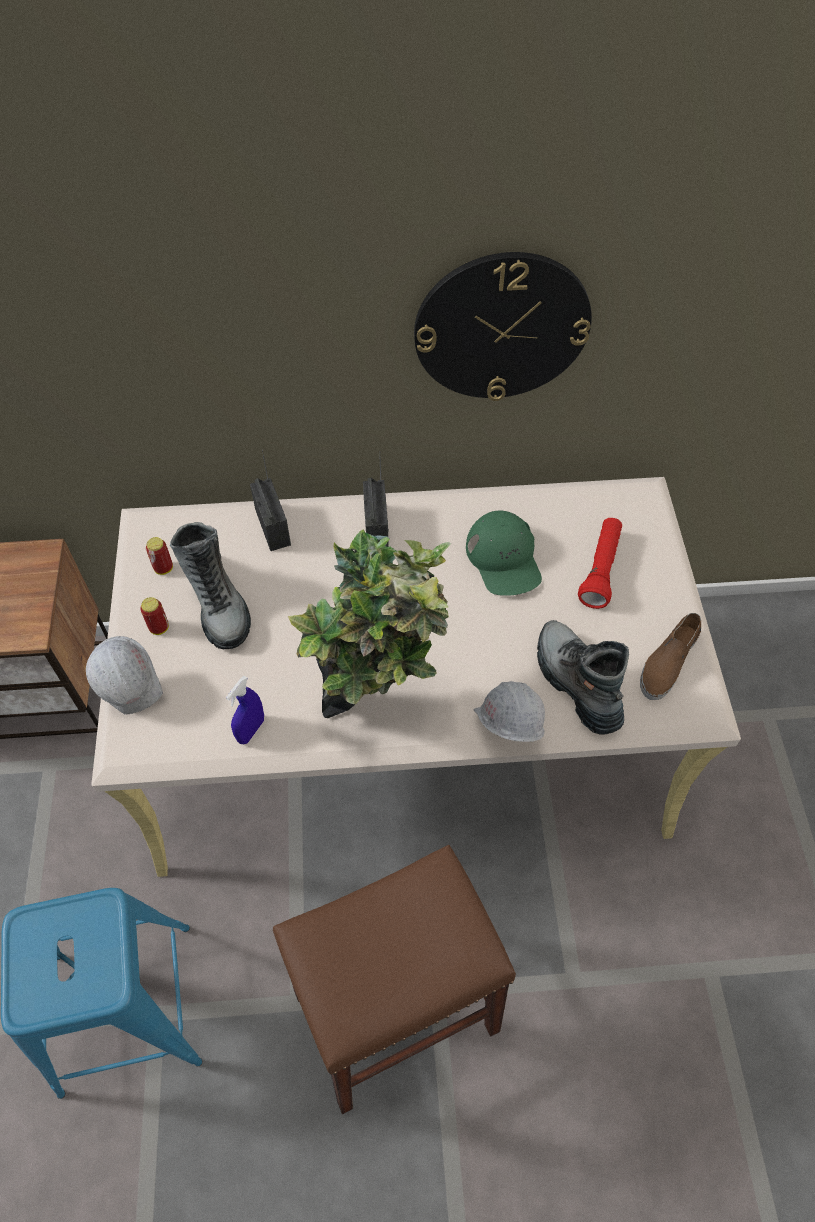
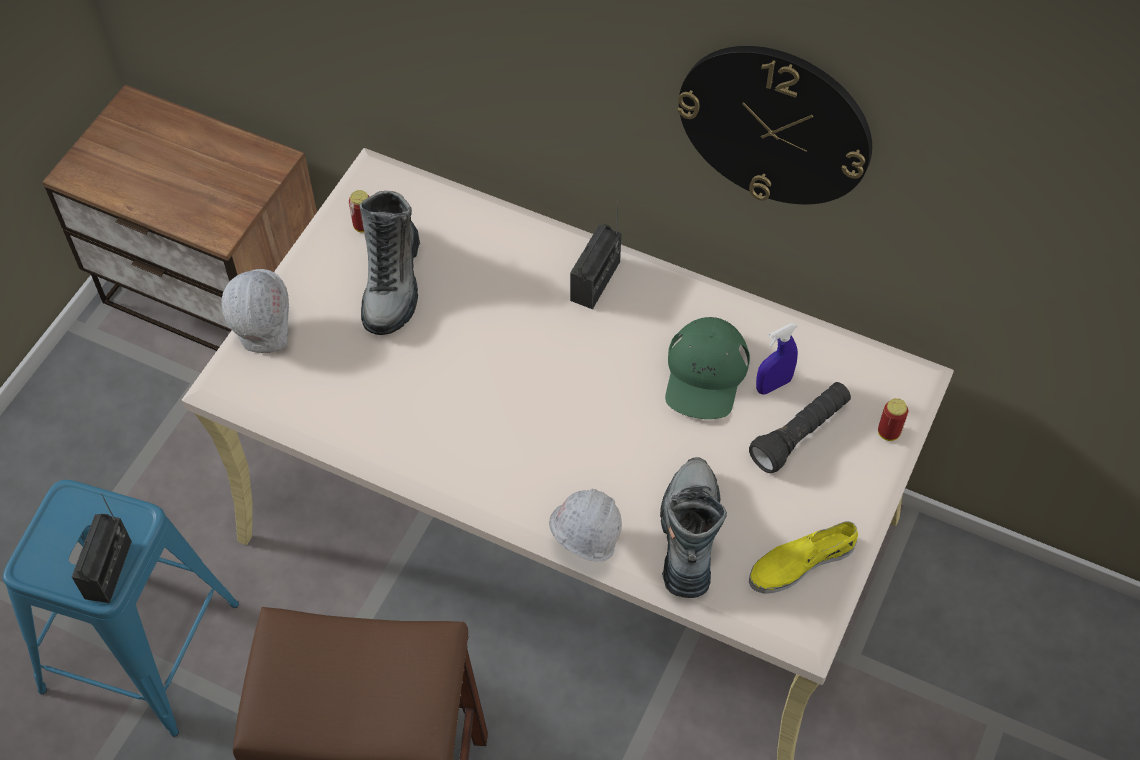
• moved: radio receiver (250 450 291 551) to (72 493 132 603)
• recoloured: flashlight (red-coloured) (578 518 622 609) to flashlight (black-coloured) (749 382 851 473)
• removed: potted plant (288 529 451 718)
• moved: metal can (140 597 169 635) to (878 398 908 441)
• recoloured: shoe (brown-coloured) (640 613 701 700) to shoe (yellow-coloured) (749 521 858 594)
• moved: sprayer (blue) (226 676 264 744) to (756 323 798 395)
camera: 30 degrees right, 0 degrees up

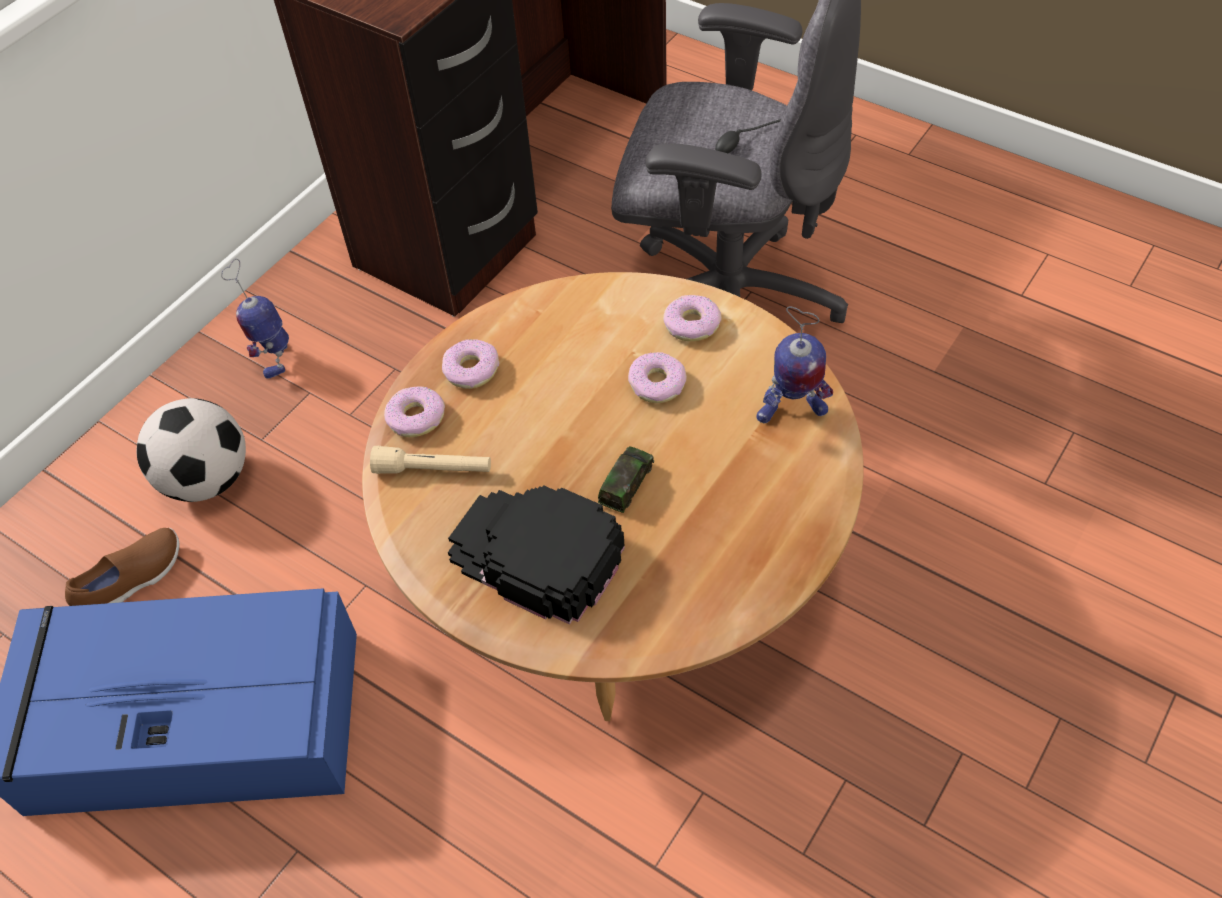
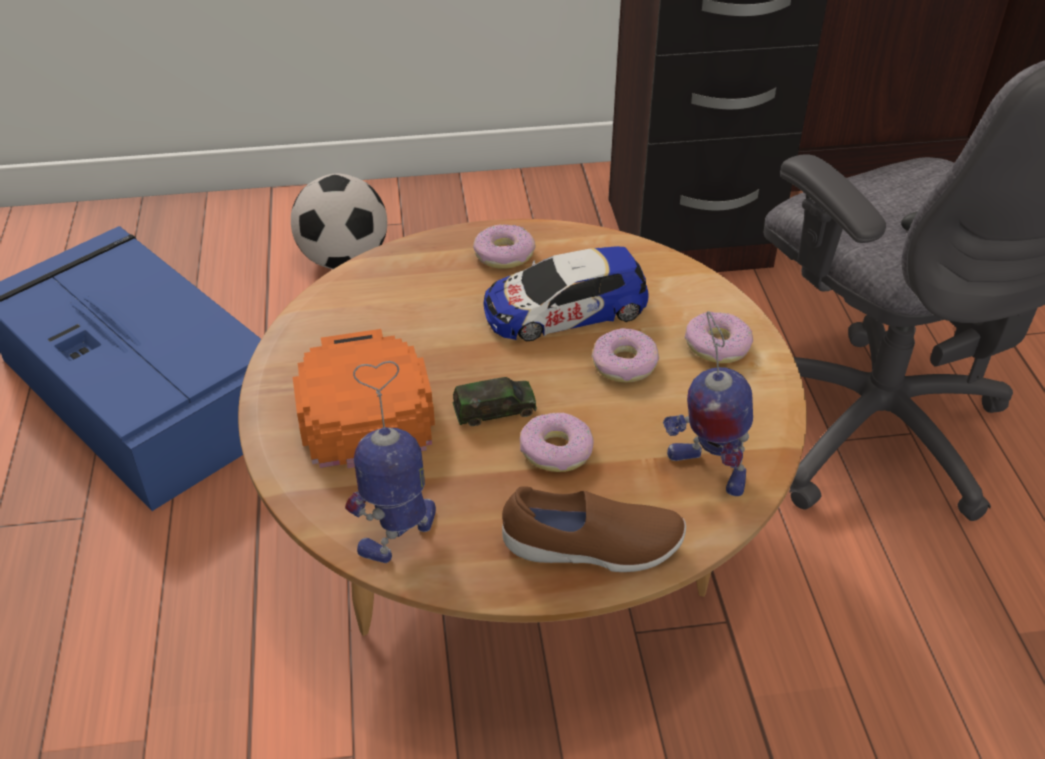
• moved: toy robot (221 259 289 379) to (345 361 436 563)
• moved: donut (384 386 445 437) to (520 413 594 472)
• removed: flashlight (beige-coloured) (370 446 491 474)
• recoloured: cap (black-coloured) (448 485 625 625) to cap (orange) (293 329 435 468)
• moved: shoe (brown-coloured) (65 528 179 606) to (502 486 686 572)
• added: toy car (483 246 649 341)
camera: 45 degrees right, 10 degrees down

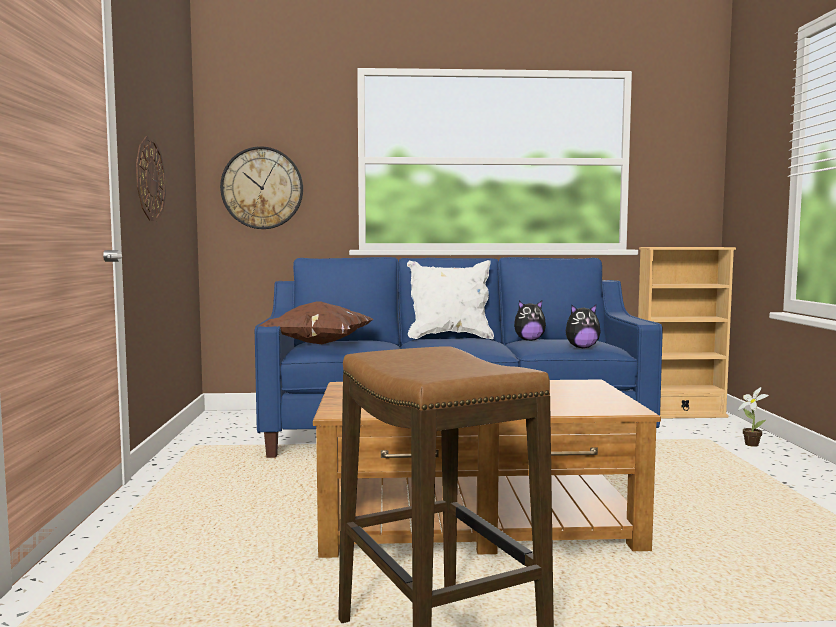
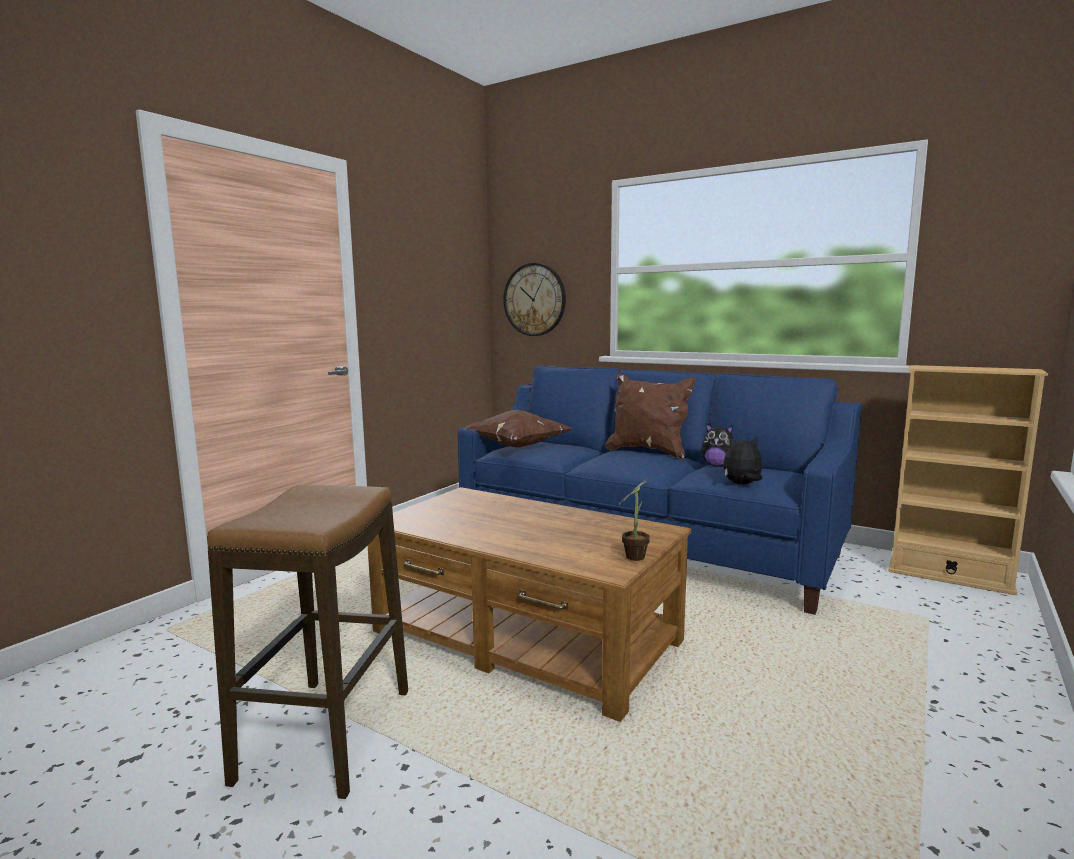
• removed: wall clock (136 136 166 221)
• recoloured: pillow (white) (407 260 494 339) to pillow (brown-coloured) (605 374 696 459)
• turned: cuddly toy (566 305 601 348) = (723 436 762 484) 150 degrees clockwise
• moved: potted plant (738 387 769 447) to (620 472 656 561)
camera: 35 degrees right, 5 degrees up

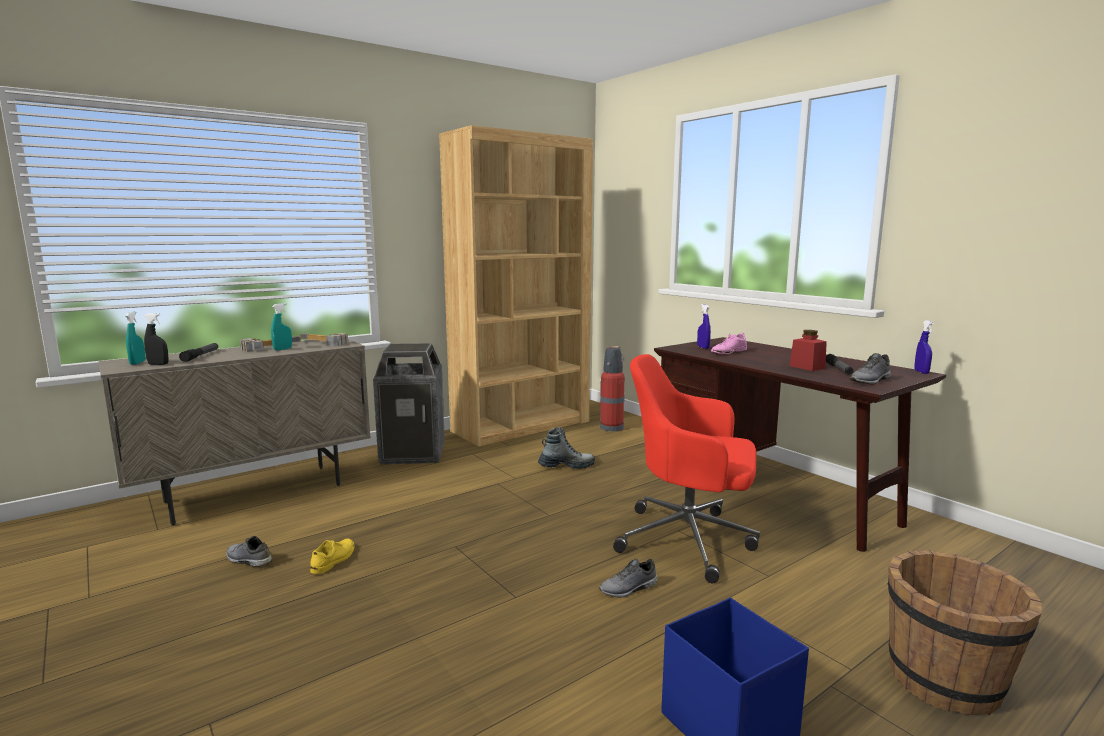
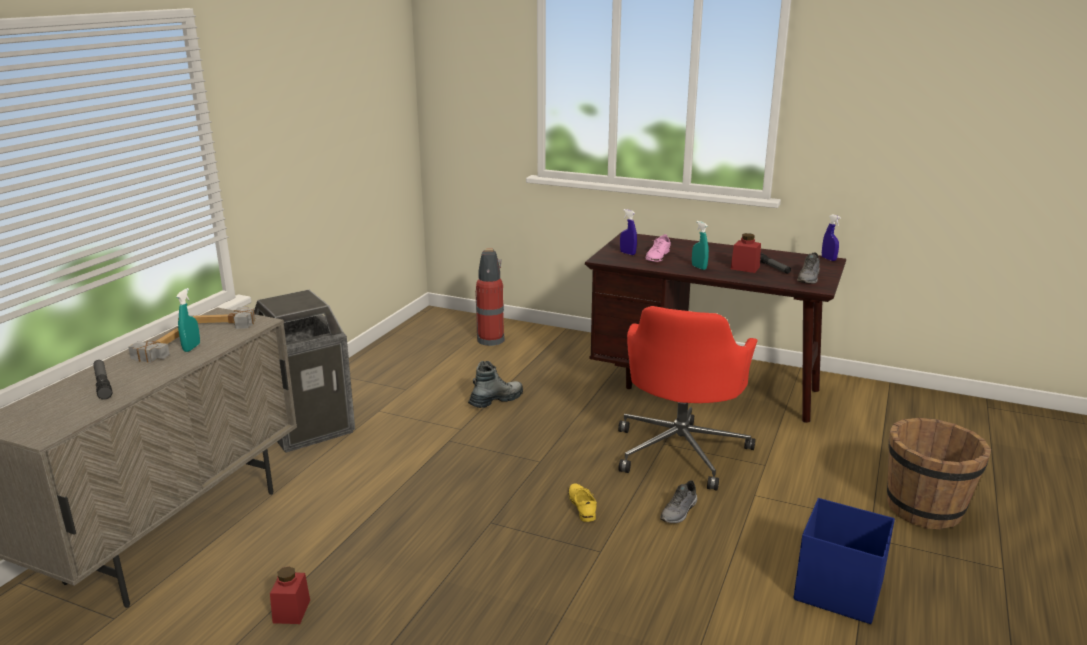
• removed: shelving unit (brown-coloured) (439 125 593 446)
• moved: sprayer (blue-green) (125 311 145 365) to (692 221 709 270)
• removed: sprayer (black-coloured) (144 313 169 365)
• turned: desk chair (red-coloured) (613 354 760 583) = (618 306 758 491) 60 degrees counterclockwise
• replaced: shoe (greyish) (226 536 272 567) to jar (red-coloured) (270 567 310 624)
• moved: shoe (yellow-coloured) (310 539 354 574) to (568 483 597 522)
camera: 30 degrees left, 10 degrees up

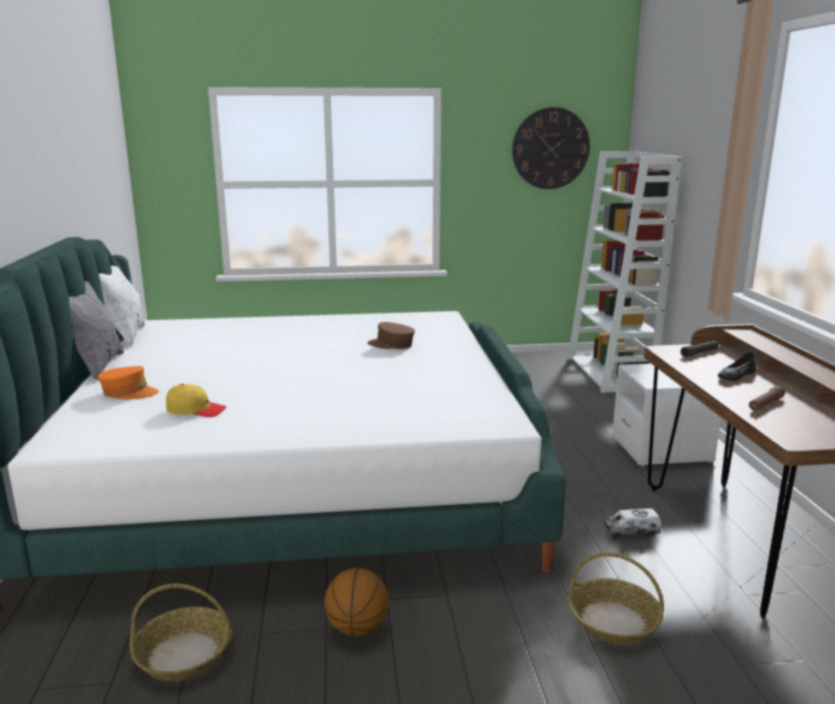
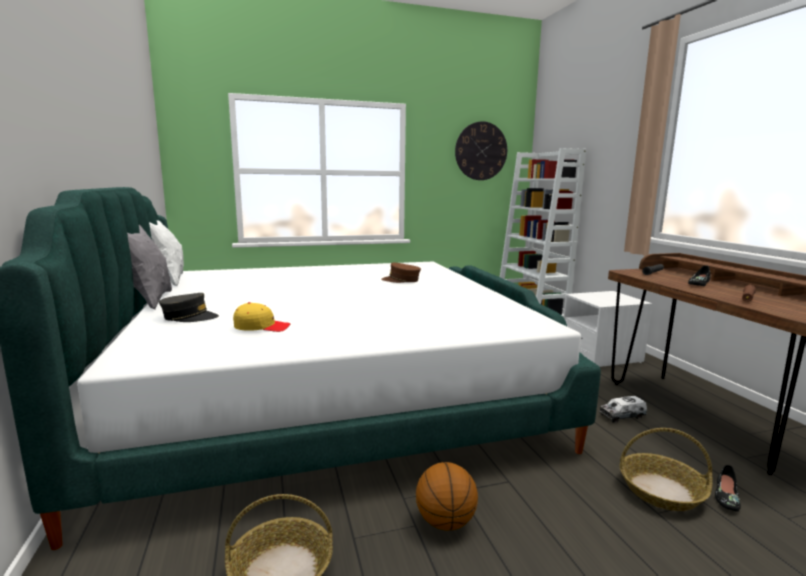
• recoloured: cap (orange) (98 366 159 400) to cap (greyish) (159 293 219 322)
• added: shoe (black-coloured) (715 465 741 512)
camera: 10 degrees left, 5 degrees down

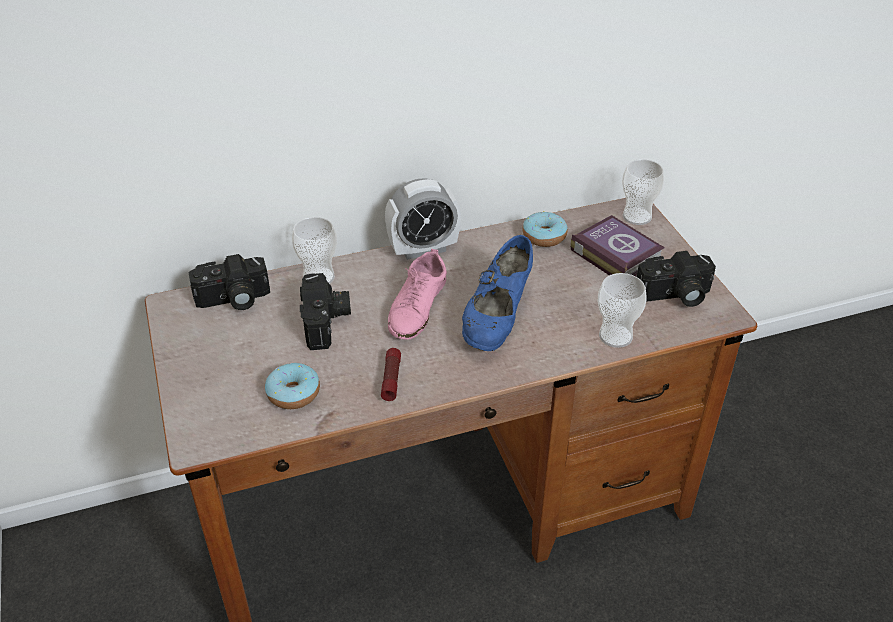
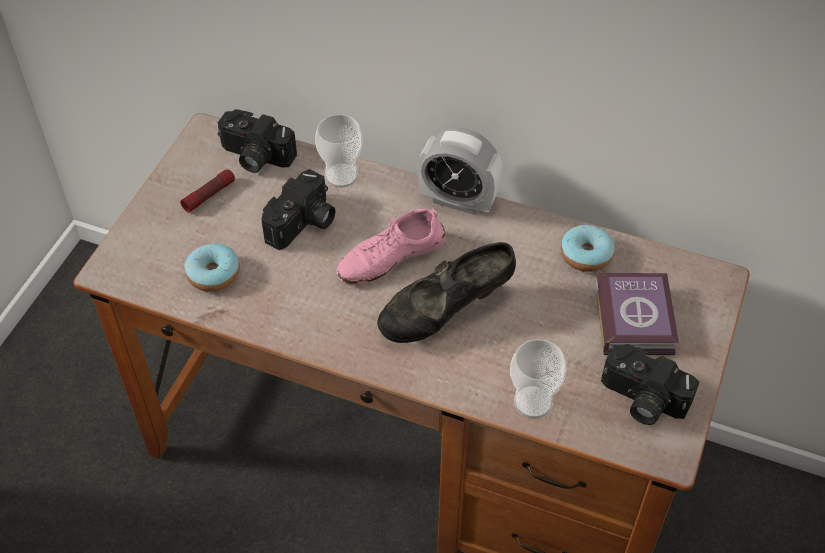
• removed: small cup (622 159 664 225)
• recoloured: shoe (blue) (462 235 533 351) to shoe (black-coloured) (377 242 516 343)
• moved: flashlight (381 348 401 401) to (180 169 235 213)
camera: 40 degrees right, 10 degrees up

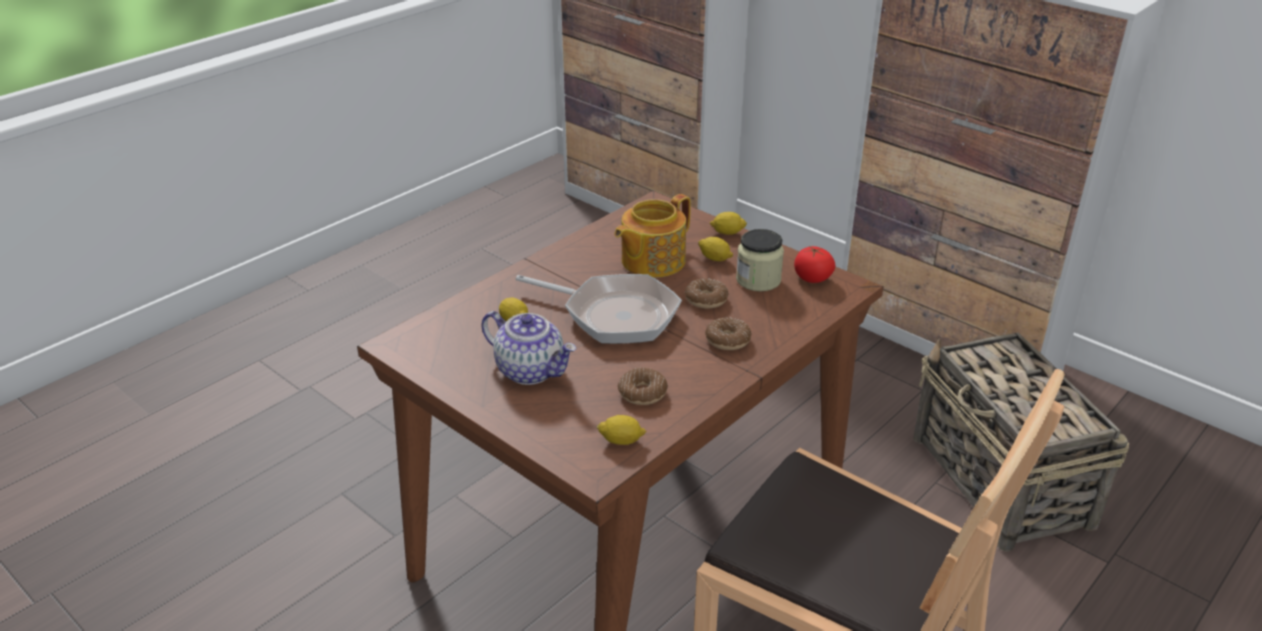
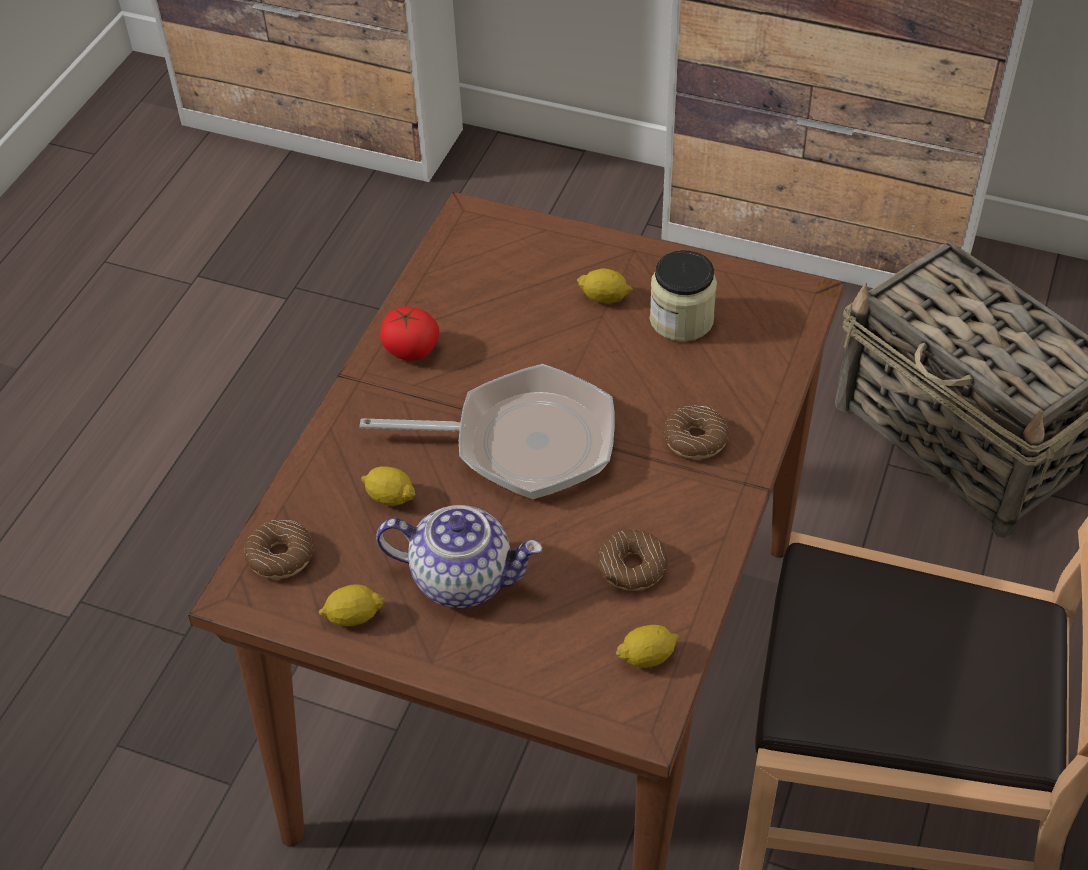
• removed: teapot (614 194 691 277)
• moved: citrus fruit (710 212 747 235) to (318 585 385 626)
• moved: fresh tomato (794 246 836 283) to (380 307 439 361)
• moved: donut (685 278 729 309) to (244 520 313 579)
camera: 20 degrees left, 15 degrees up

